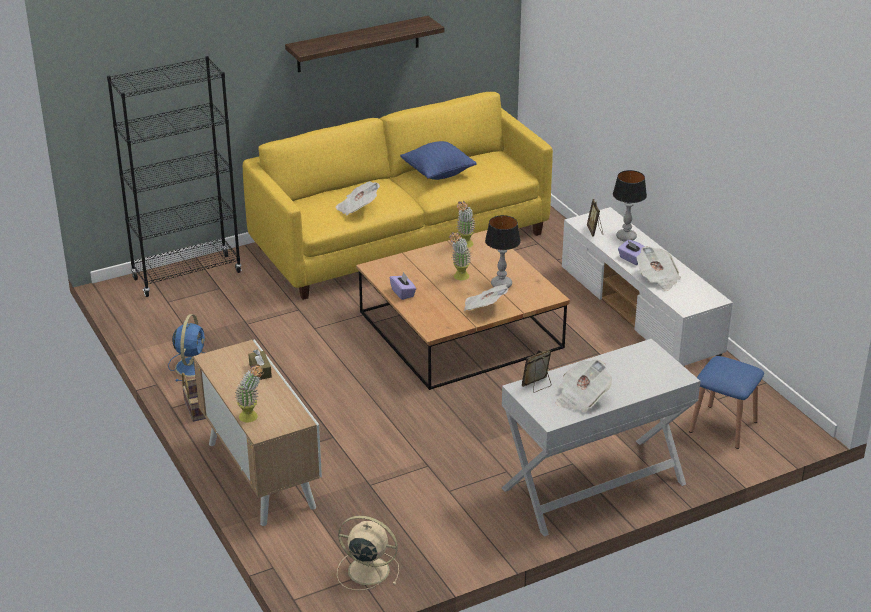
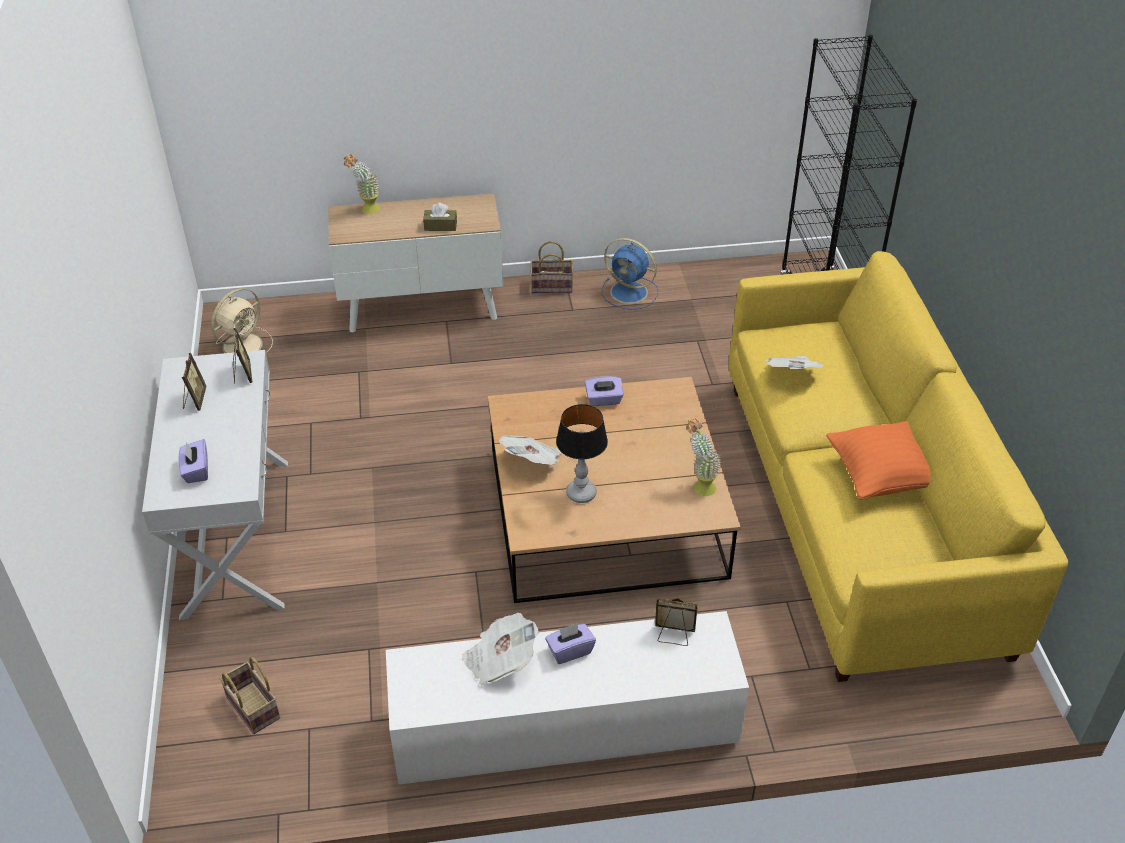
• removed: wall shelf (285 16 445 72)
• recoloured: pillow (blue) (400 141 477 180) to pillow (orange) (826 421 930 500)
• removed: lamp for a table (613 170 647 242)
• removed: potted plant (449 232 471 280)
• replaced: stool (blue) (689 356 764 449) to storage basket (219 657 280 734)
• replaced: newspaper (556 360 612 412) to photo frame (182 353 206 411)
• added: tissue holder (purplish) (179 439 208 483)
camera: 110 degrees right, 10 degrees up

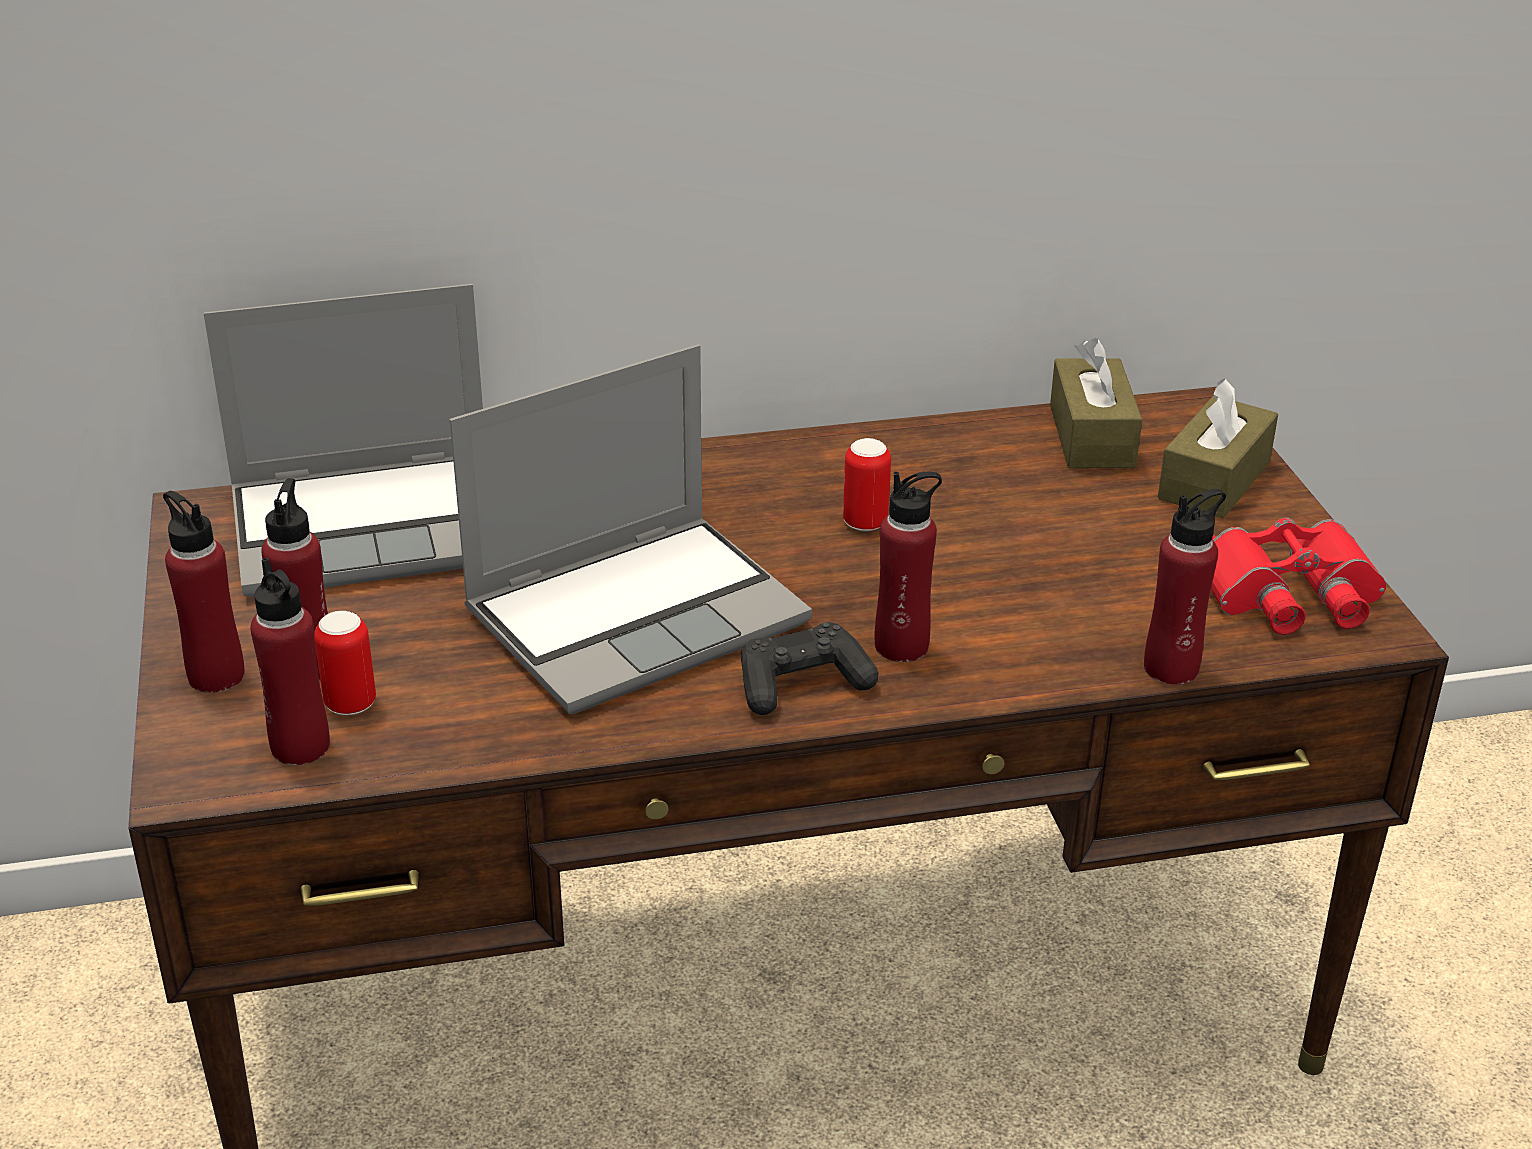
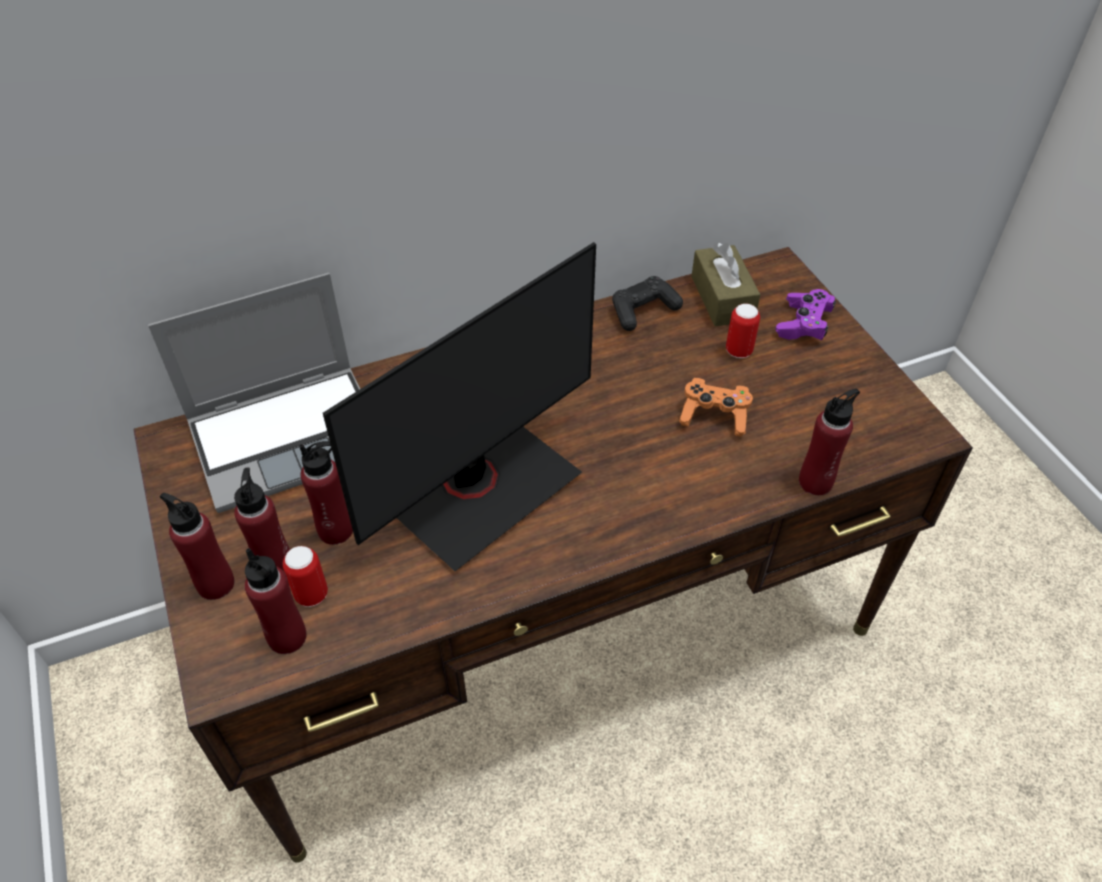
• replaced: notebook computer (450 344 812 714) to computer screen (323 242 596 571)
• replaced: tissue holder (brown-coloured) (1158 378 1278 518) to gamepad (purplish) (776 289 837 340)
• moved: metal can (843 438 891 531) to (726 304 760 358)
• moved: drink bottle (red-coloured) (875 472 942 662) to (300 441 353 545)
• removed: field glasses (red-coloured) (1211 518 1386 635)
• moved: gamepad (black-coloured) (741 622 878 715) to (612 276 683 331)
• added: gamepad (orange) (679 378 753 437)
camera: 10 degrees left, 15 degrees up

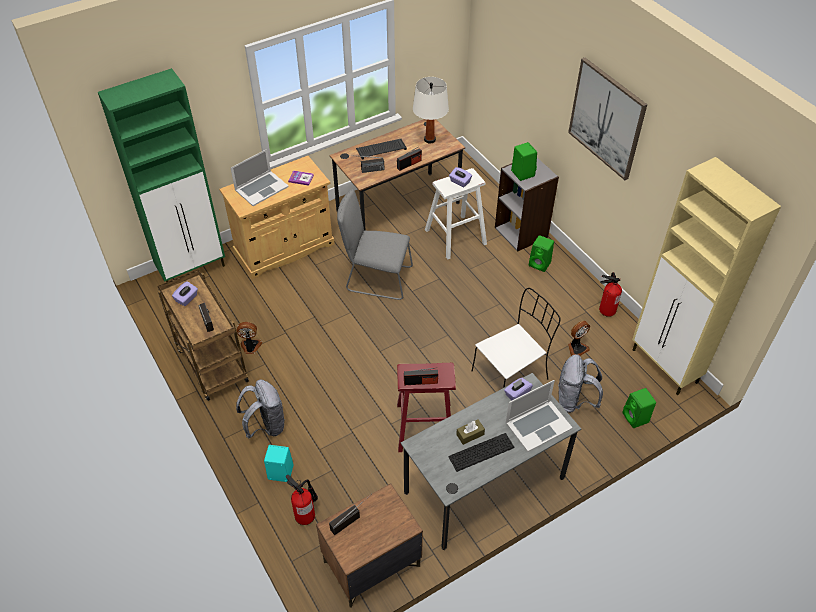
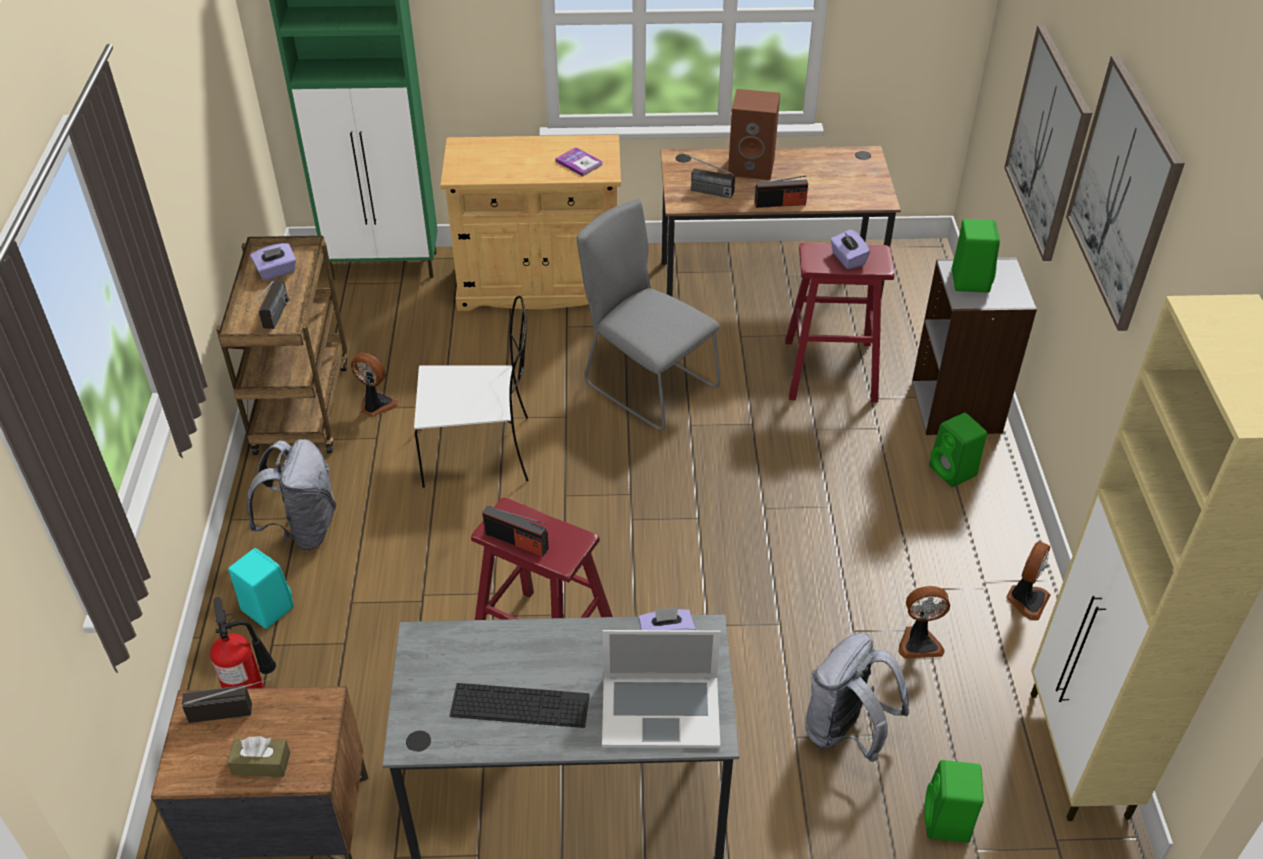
• removed: lamp for a table (white) (413 77 449 143)
• replaced: PC keyboard (356 139 407 159) to loudspeaker (brown-coloured) (728 89 780 180)
• removed: notebook computer (231 149 289 206)
• recoloured: stool (white) (425 168 487 260) to stool (red-coloured) (785 243 894 403)
• replaced: extinguisher (599 272 622 317) to electric fan (1006 542 1050 621)
• moved: upright chair (white) (472 288 560 388) to (414 296 528 488)
• moved: tissue holder (brown-coloured) (456 419 485 445) to (227 736 290 777)
• added: wall picture (1004 25 1092 261)
camera: 30 degrees right, 5 degrees down

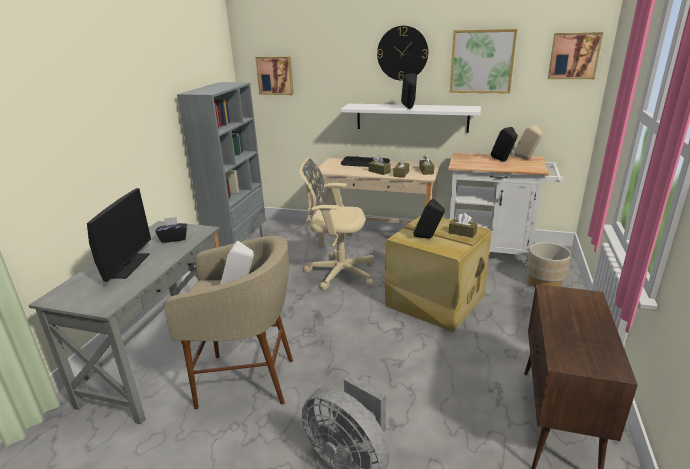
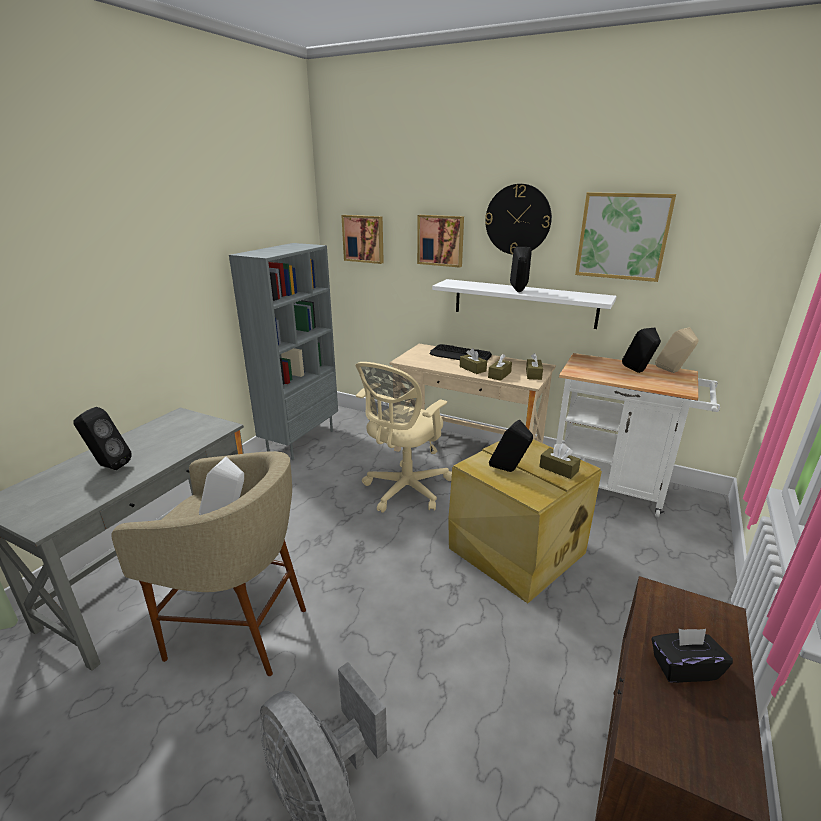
• moved: wall picture (548 32 603 79) to (417 215 464 268)
• turned: desk chair (beige-coloured) (299 158 374 290) = (355 362 452 513) 75 degrees counterclockwise
• replaced: computer screen (87 188 151 282) to loudspeaker (black-coloured) (74 407 132 470)
• moved: tissue holder (black-coloured) (155 217 187 243) to (652 629 733 683)
• removed: flower pot (beige-coloured) (527 242 571 287)
camera: 10 degrees right, 0 degrees up

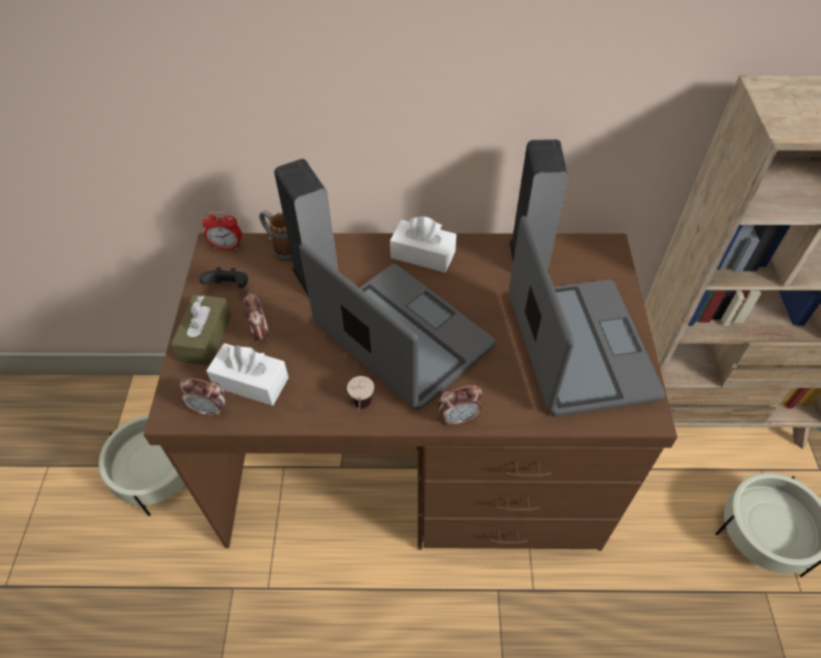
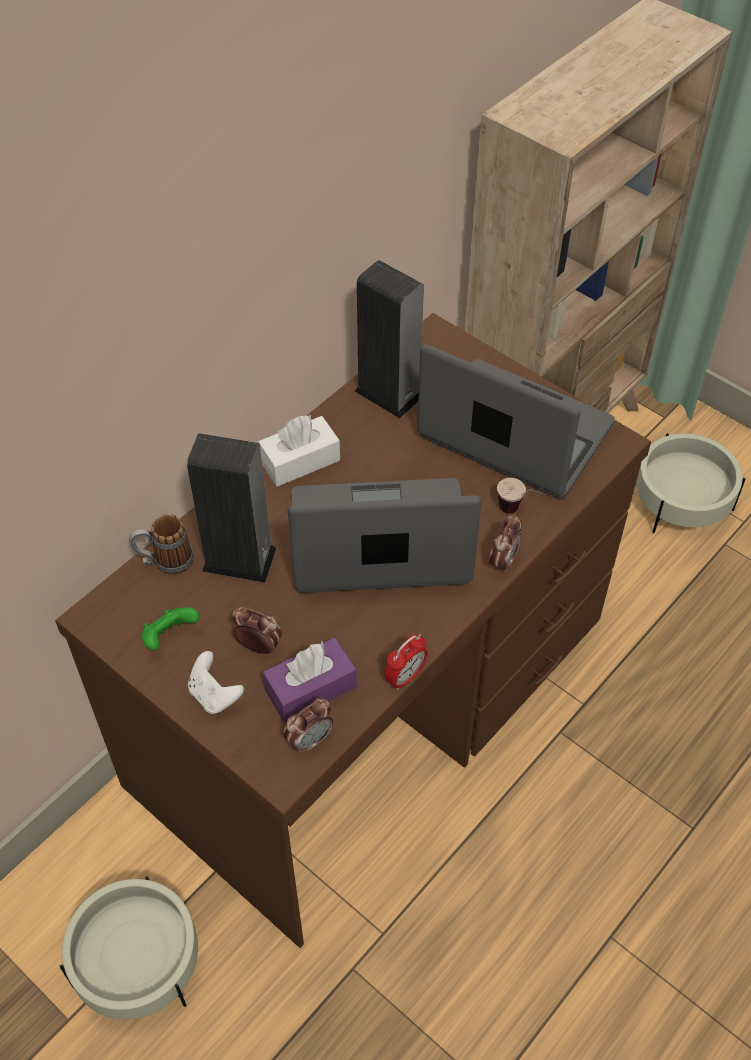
• moved: alarm clock (202 211 242 250) to (384 634 428 691)
• recoloured: gamepad (black-coloured) (200 267 248 288) to gamepad (greenish) (142 607 199 650)
• replaced: tissue holder (brown-coloured) (171 294 231 365) to gamepad (white) (188 651 244 714)
• recoloured: tissue holder (white) (206 343 289 406) to tissue holder (purplish) (263 637 357 723)
• moved: small cup (347 376 374 410) to (497 478 546 513)
camera: 50 degrees left, 0 degrees up

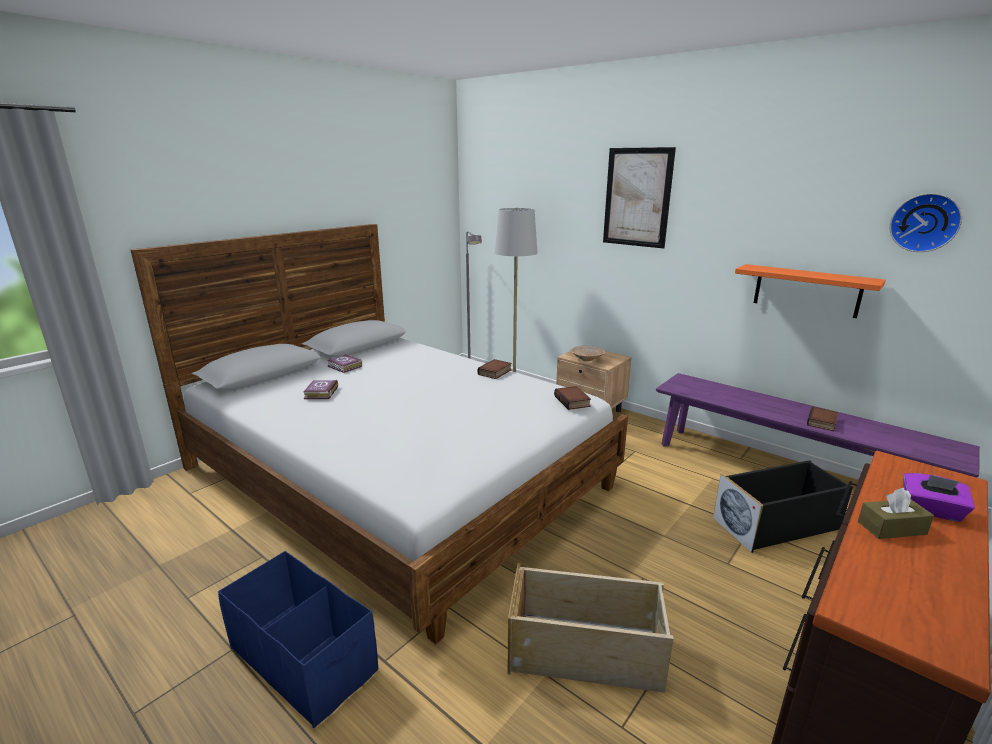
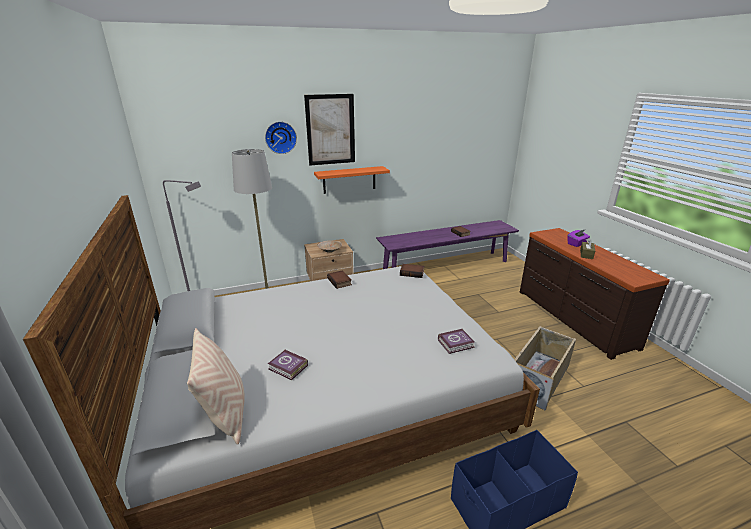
• moved: wall clock (889 193 962 252) to (265 121 297 154)
• moved: wall shelf (orange) (735 264 886 318) to (314 166 390 194)
• moved: volume (327 354 362 373) to (438 329 474 354)
• removed: storage box (black-coloured) (713 460 853 553)
• added: pillow (beige-coloured) (187 328 245 445)
camera: 60 degrees left, 5 degrees up

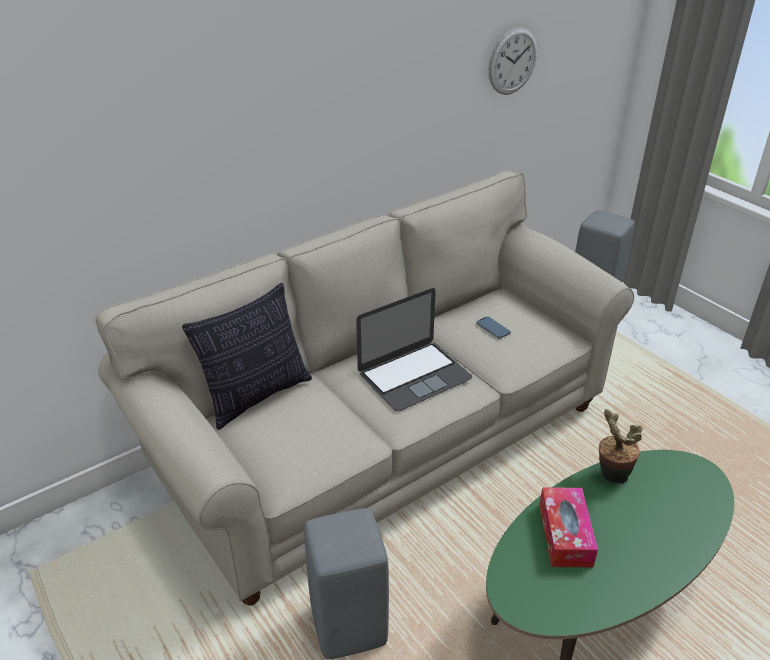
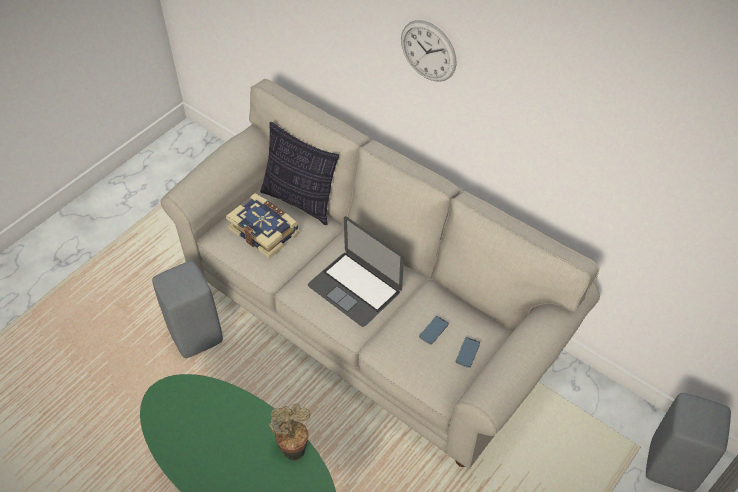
• moved: wall clock (489 27 537 95) to (401 20 456 82)
• removed: tissue holder (539 487 598 567)
• added: volume (226 193 299 259)
• added: telephone (456 337 480 368)
camera: 75 degrees right, 15 degrees up

